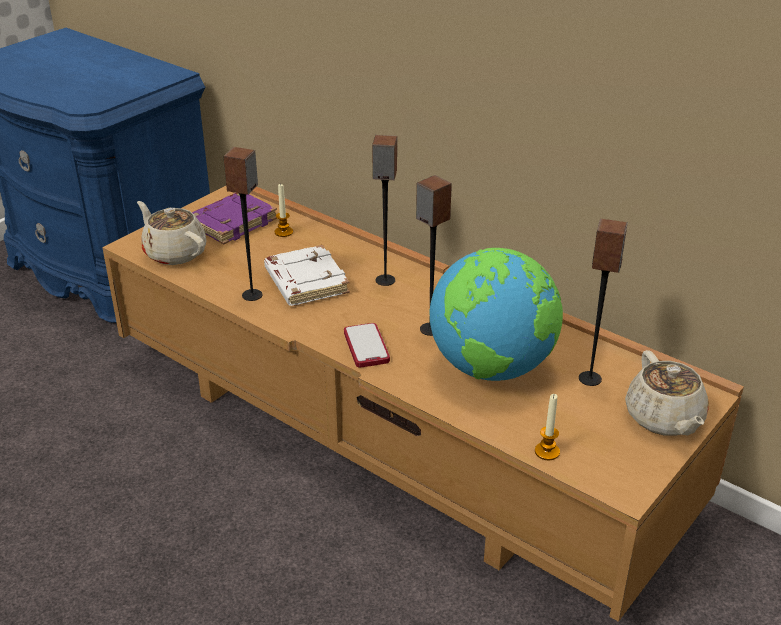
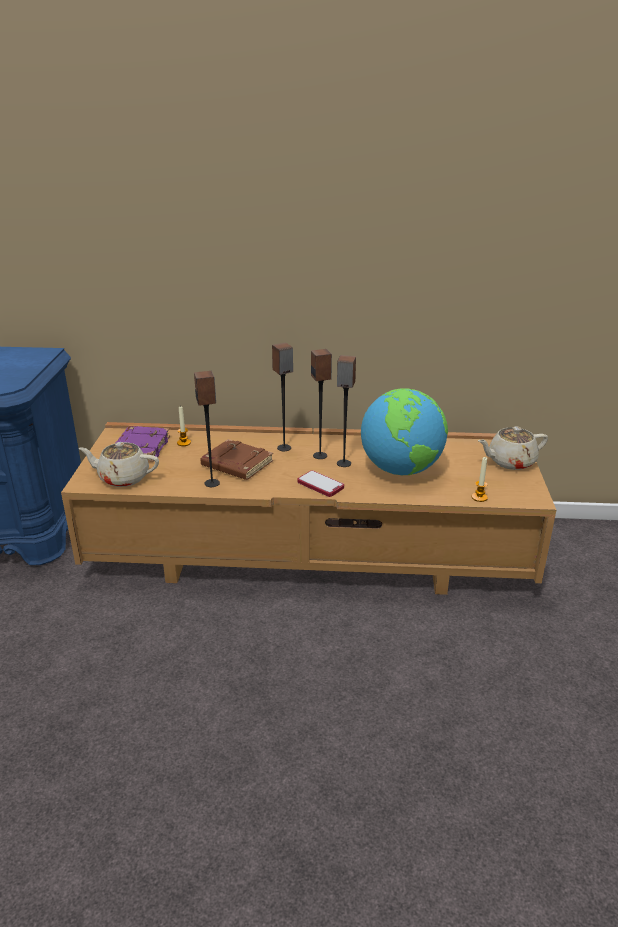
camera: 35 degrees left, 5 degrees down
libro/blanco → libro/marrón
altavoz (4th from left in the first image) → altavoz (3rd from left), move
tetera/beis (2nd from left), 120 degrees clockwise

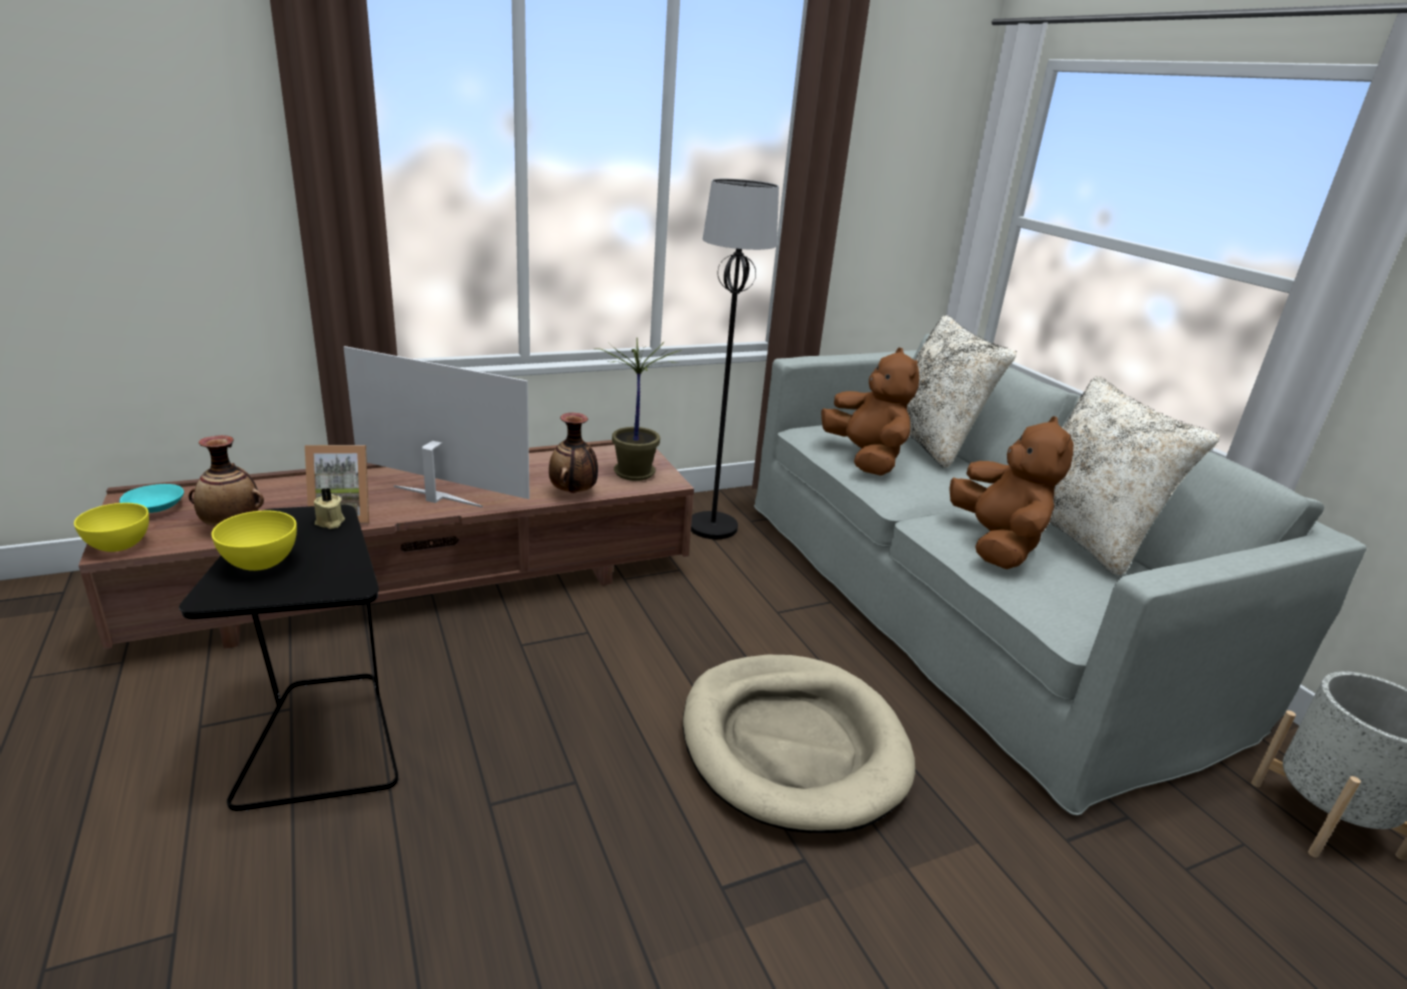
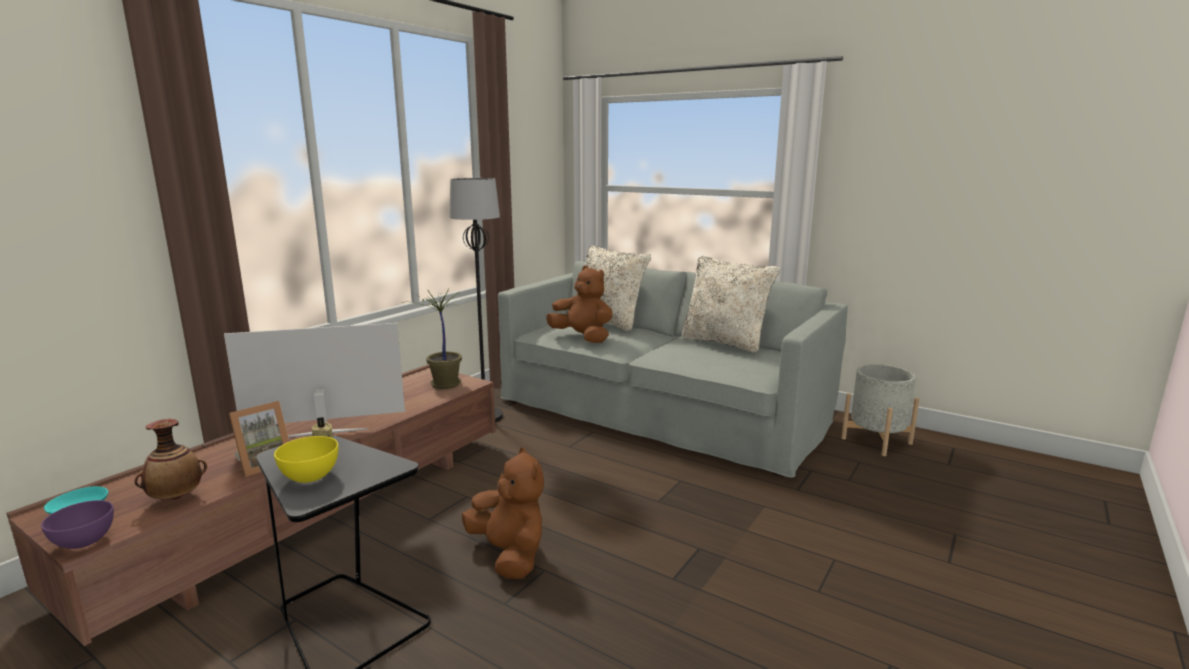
camera: 30 degrees left, 10 degrees down
cuenco/amarillo (1st from left) → cuenco/morado
peluche/marrón (2nd from left in the first image) → peluche/marrón (1st from left), move
florero (2nd from left) → -
cama para perro/beis → -

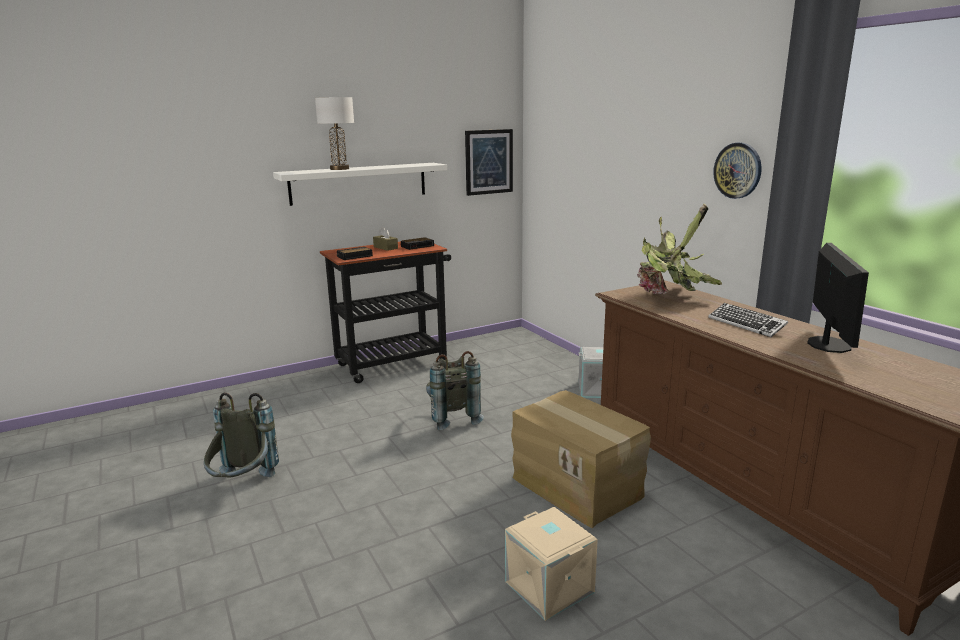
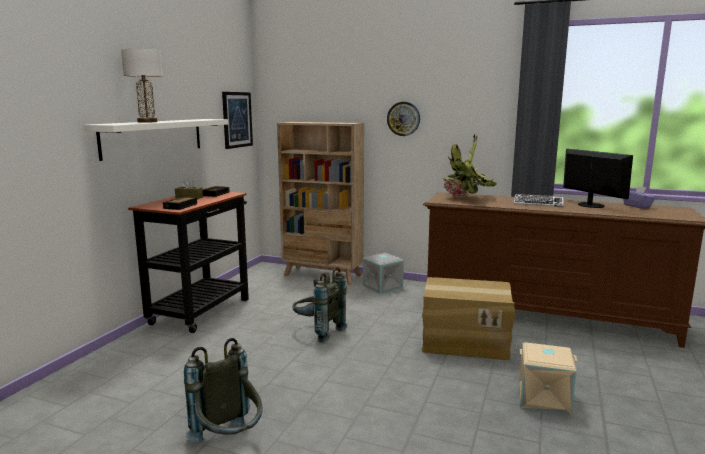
camera: 40 degrees left, 5 degrees down
- → estantería/beis
reloj de pared, move
- → caja de pañuelos/morado

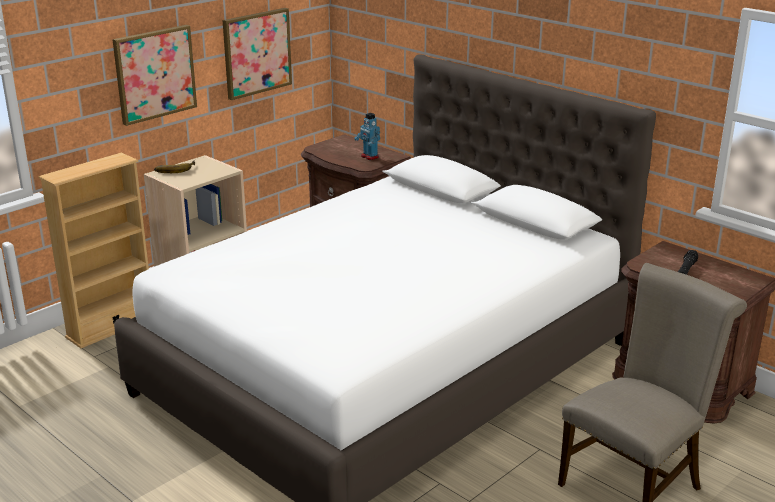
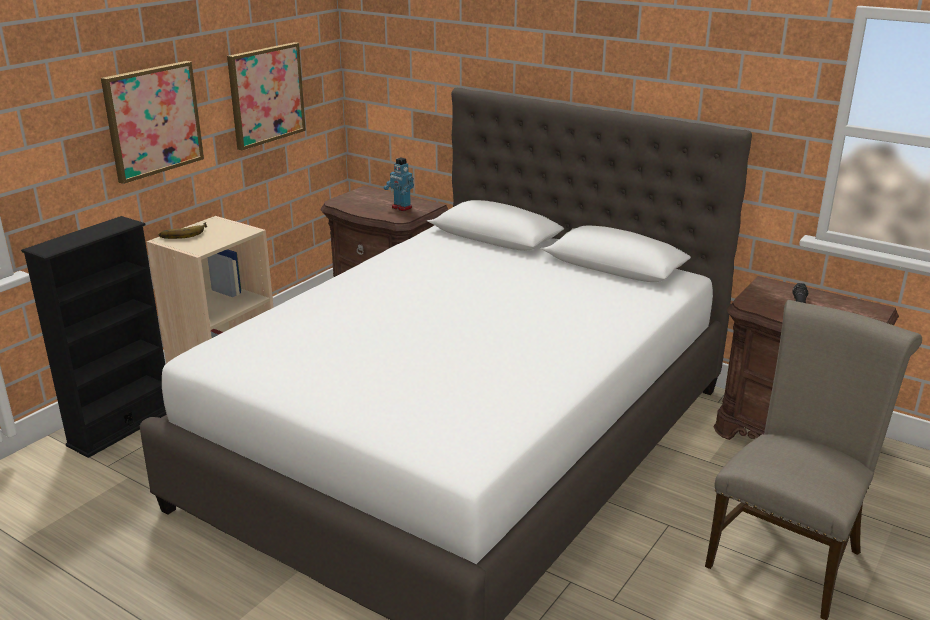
camera: 10 degrees left, 0 degrees up
estantería/beis (1st from left) → estantería/negro

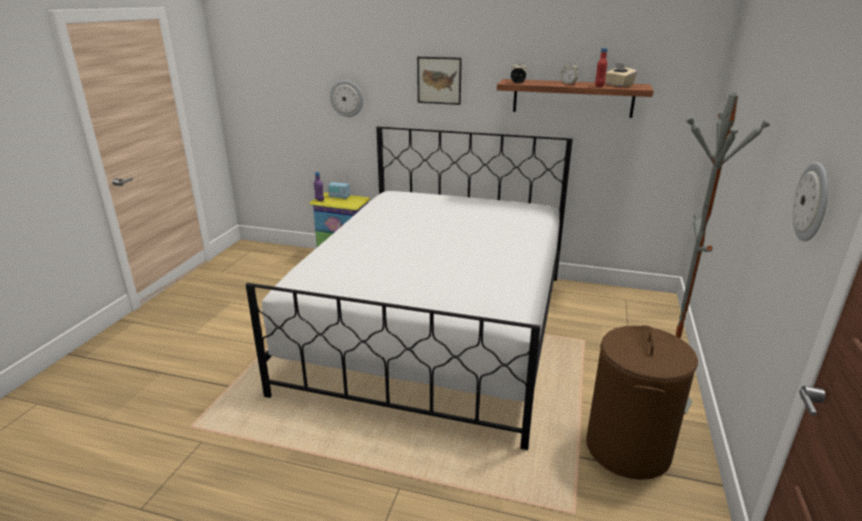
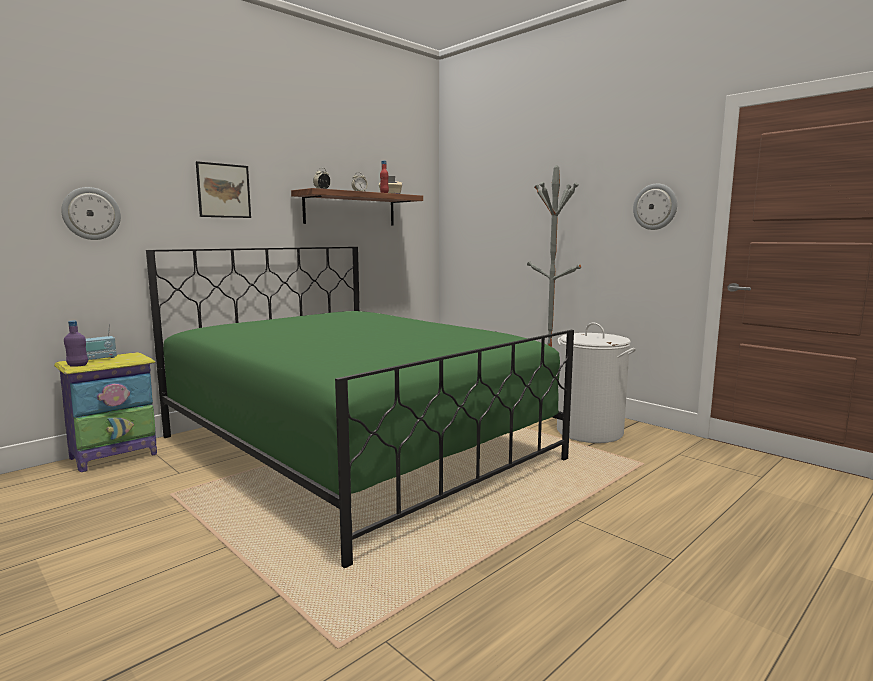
camera: 60 degrees left, 15 degrees down
cama/blanco → cama/verde
cesto de la ropa/marrón → cesto de la ropa/blanco

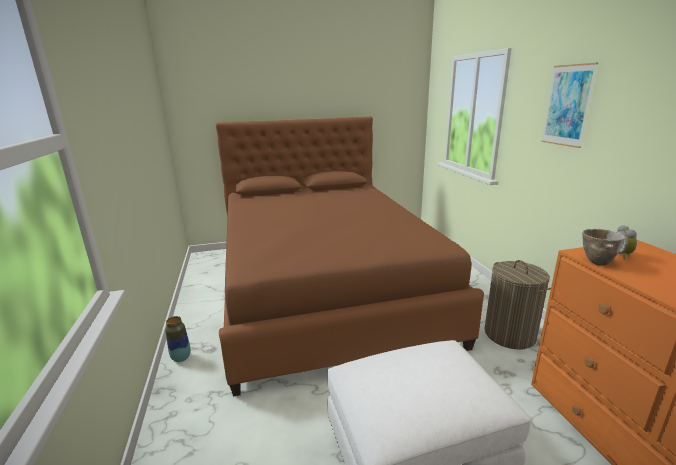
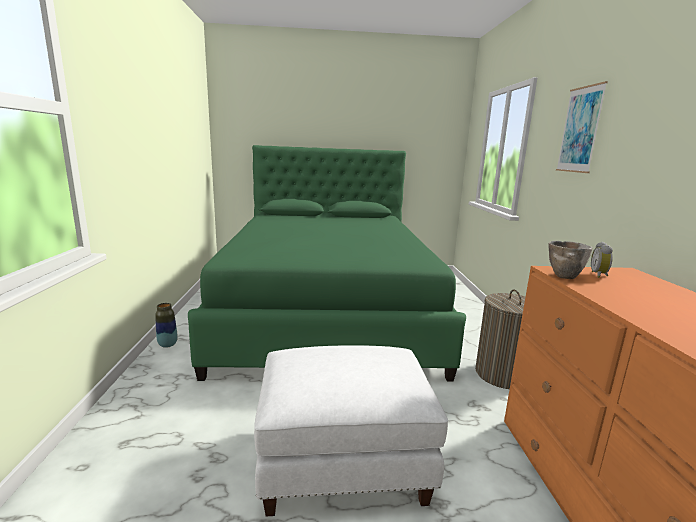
camera: 10 degrees right, 5 degrees down
cama/marrón → cama/verde

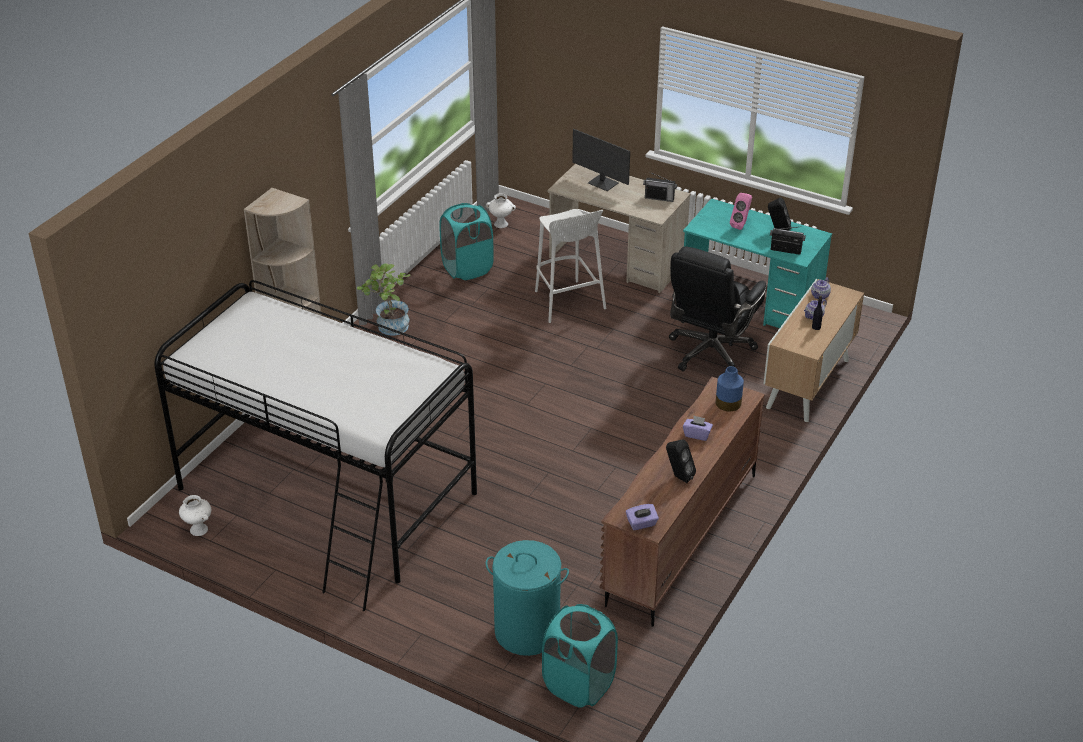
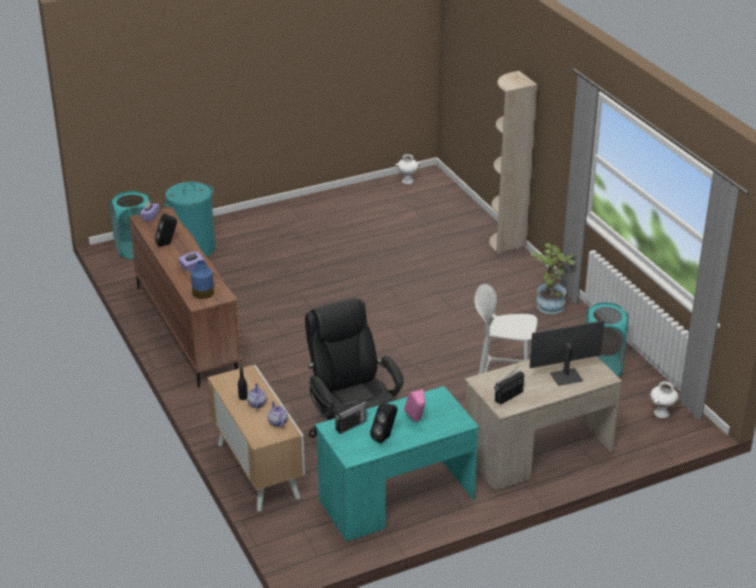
camera: 125 degrees right, 5 degrees down
cama/negro → -

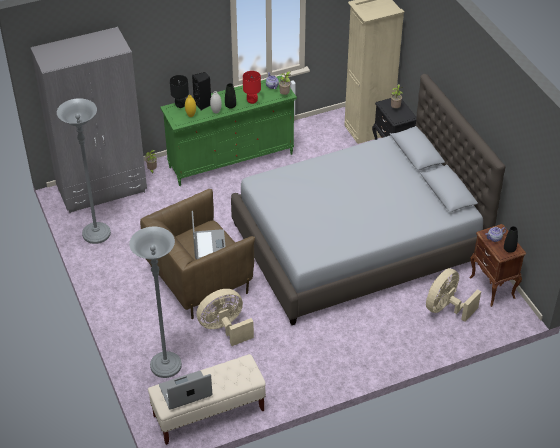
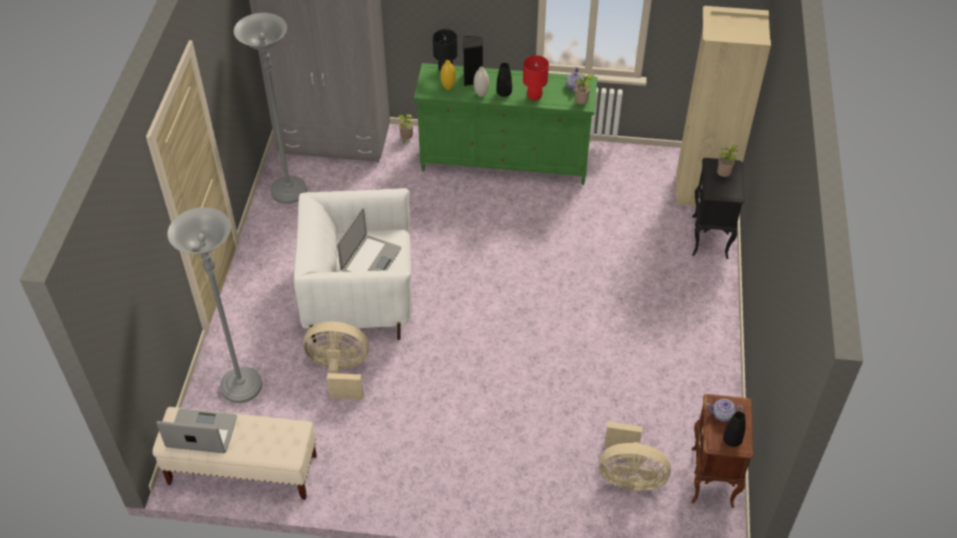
camera: 30 degrees right, 5 degrees up
sillón/marrón → sillón/blanco
ventilador/beis (2nd from left), 150 degrees counterclockwise
cama/gris → -

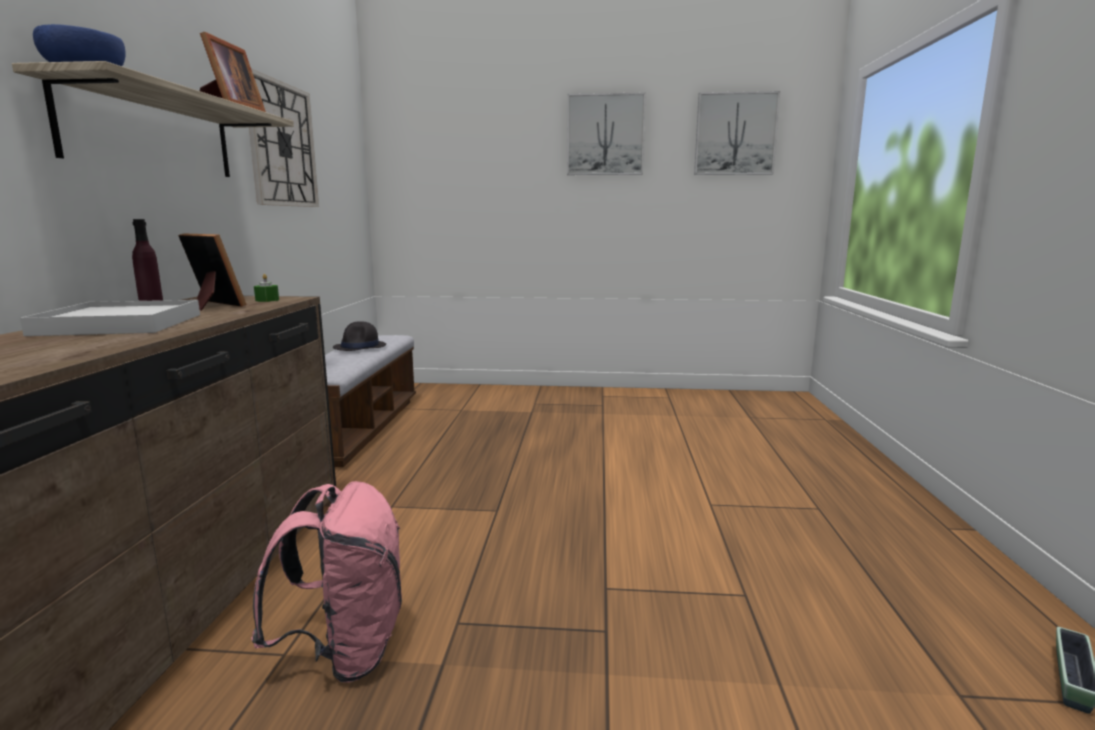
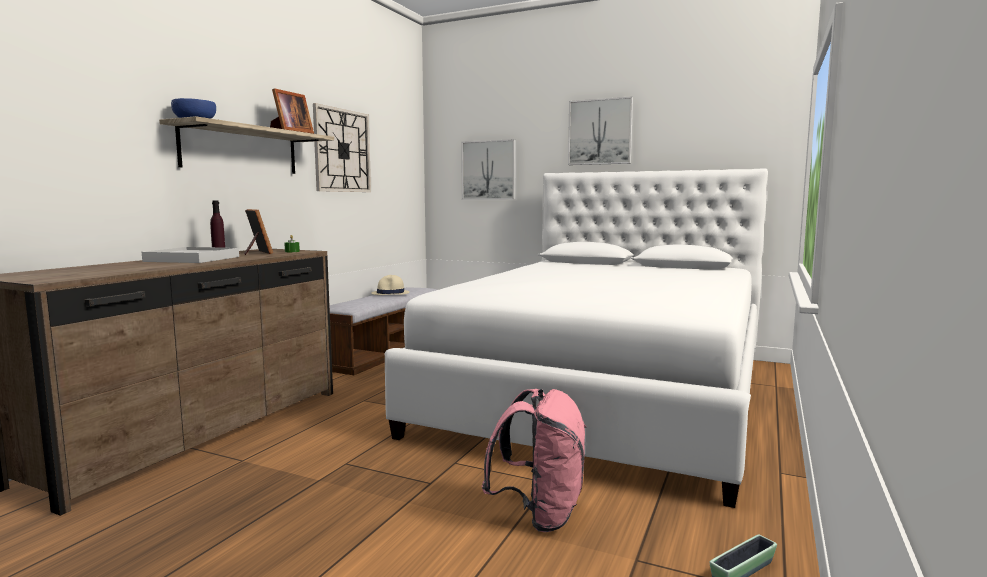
camera: 20 degrees right, 5 degrees down
sombrero/negro → sombrero/beis
- → cama/blanco
cuadro (2nd from left in the first image) → cuadro (1st from left), move
mochila/rosa, move

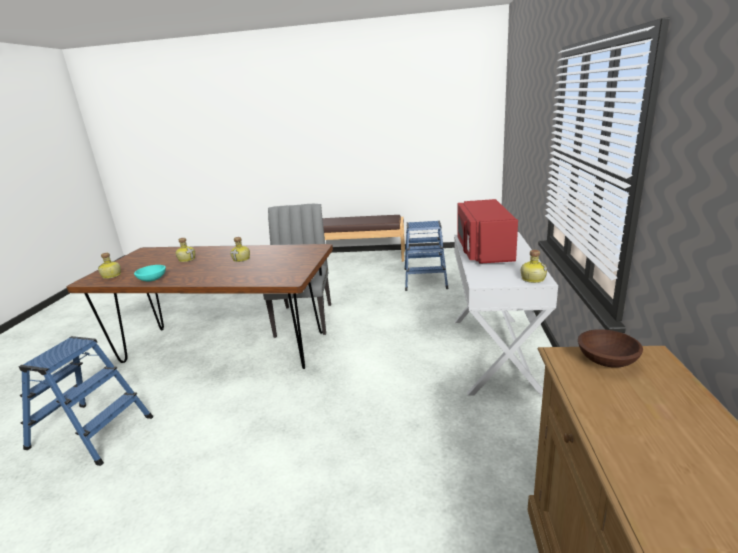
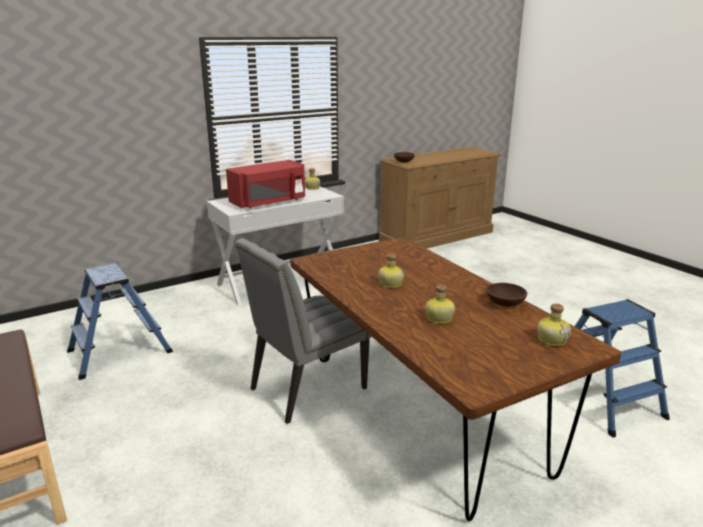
camera: 130 degrees left, 0 degrees up
cuenco/turquesa → cuenco/marrón (2nd from left)

